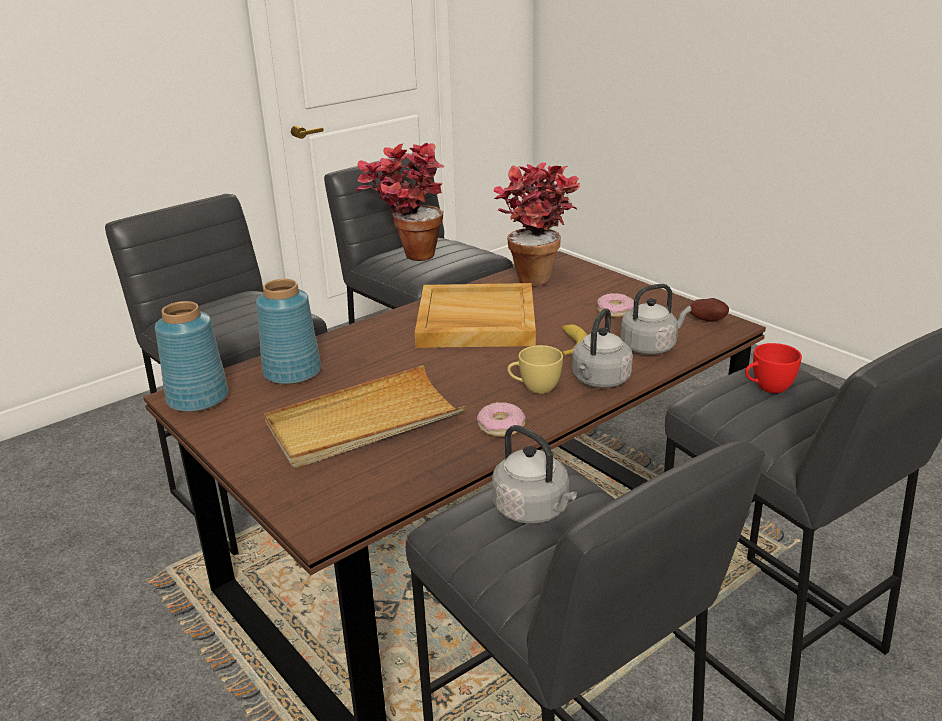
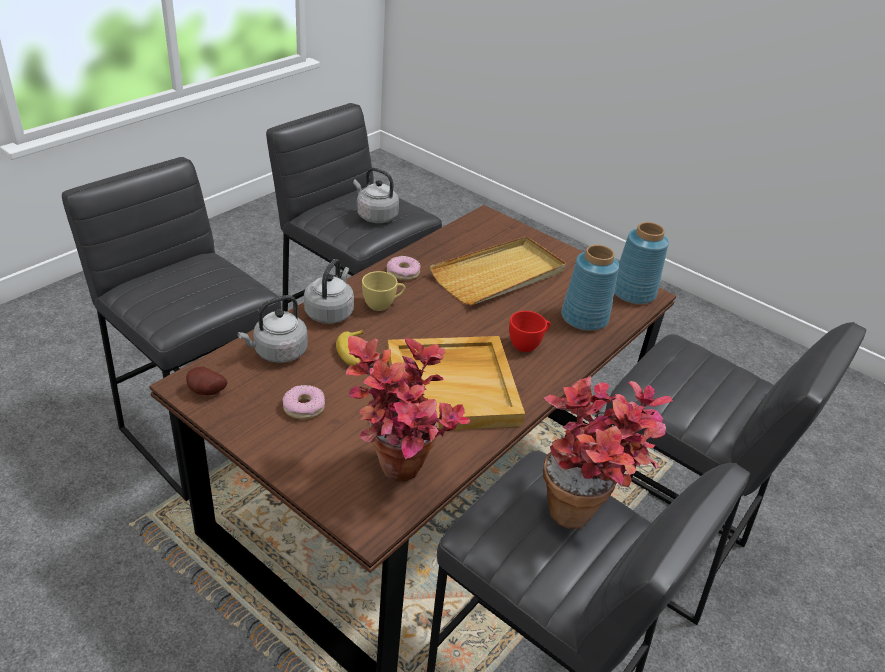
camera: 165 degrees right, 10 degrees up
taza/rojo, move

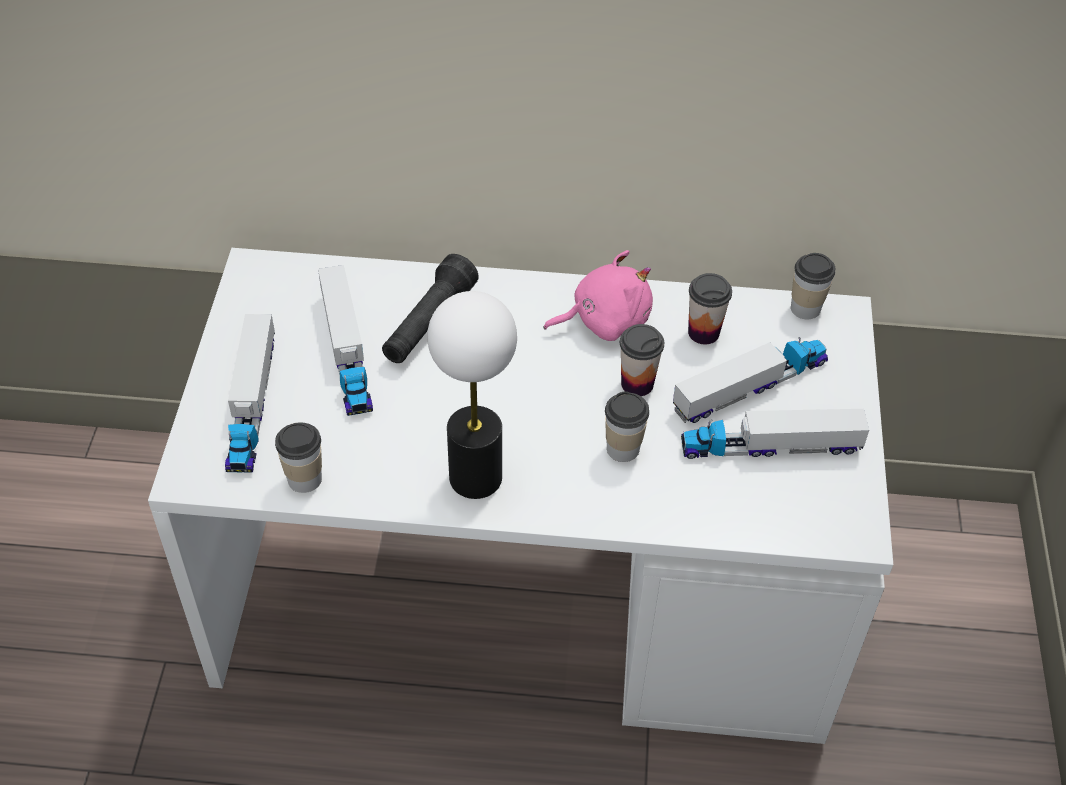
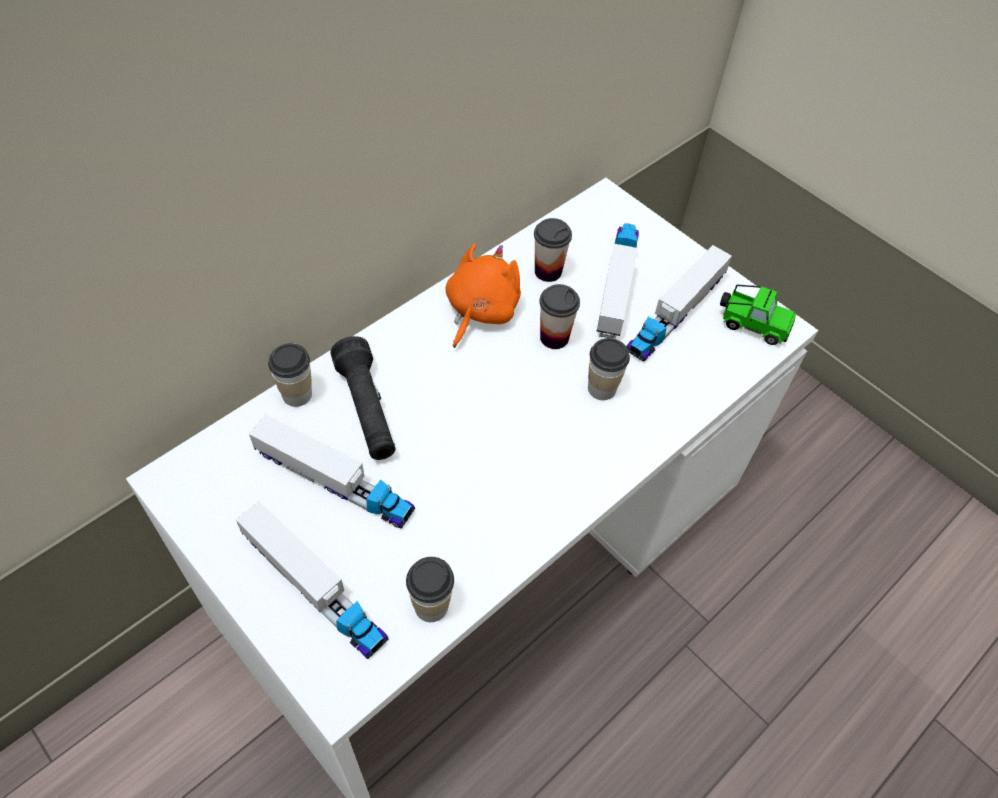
camera: 50 degrees left, 5 degrees up
taza (5th from left in the first image) → taza (1st from left), move
peluche/rosa → peluche/naranja
- → coche de juguete
lámpara de mesa → -

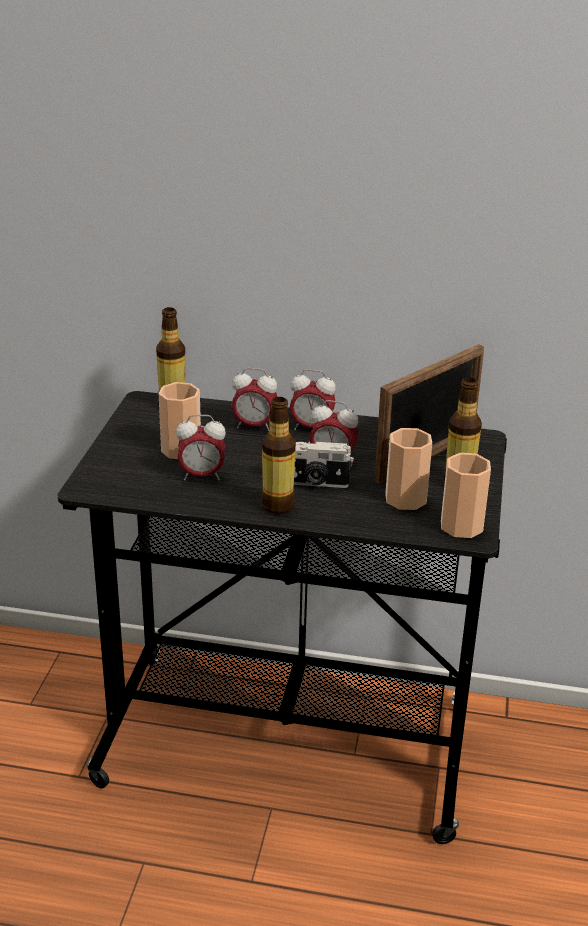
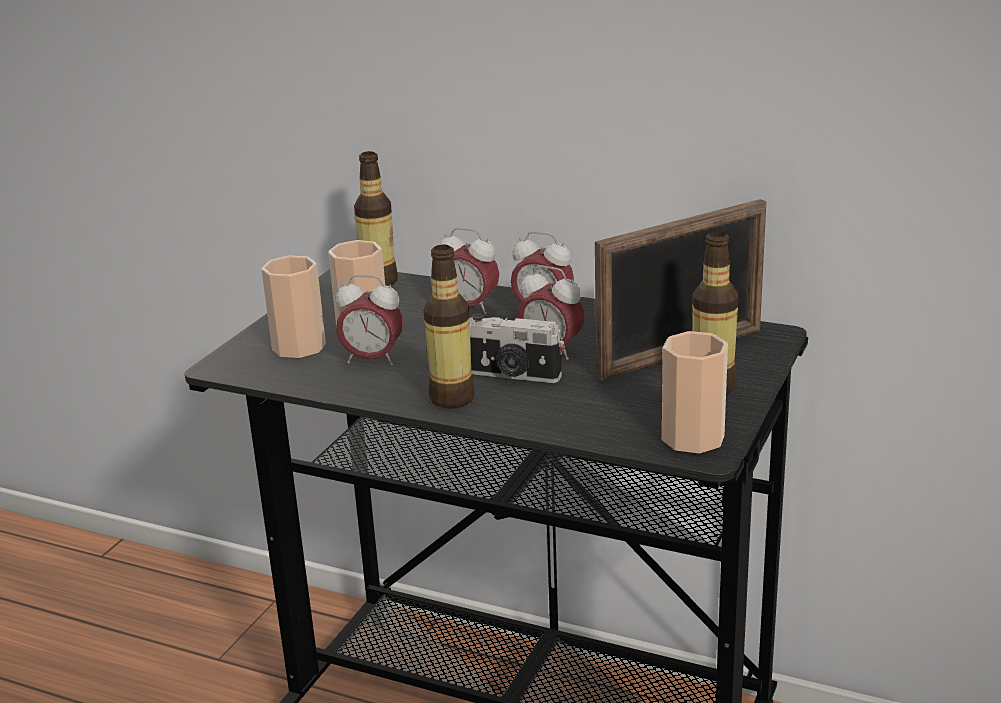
camera: 15 degrees right, 5 degrees down
taza (2nd from left in the first image) → taza (1st from left), move

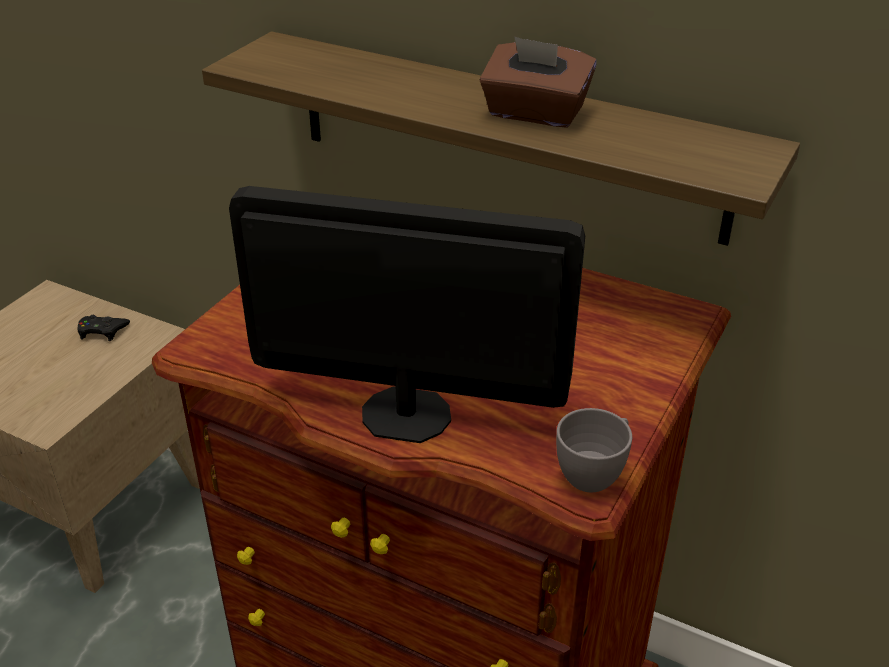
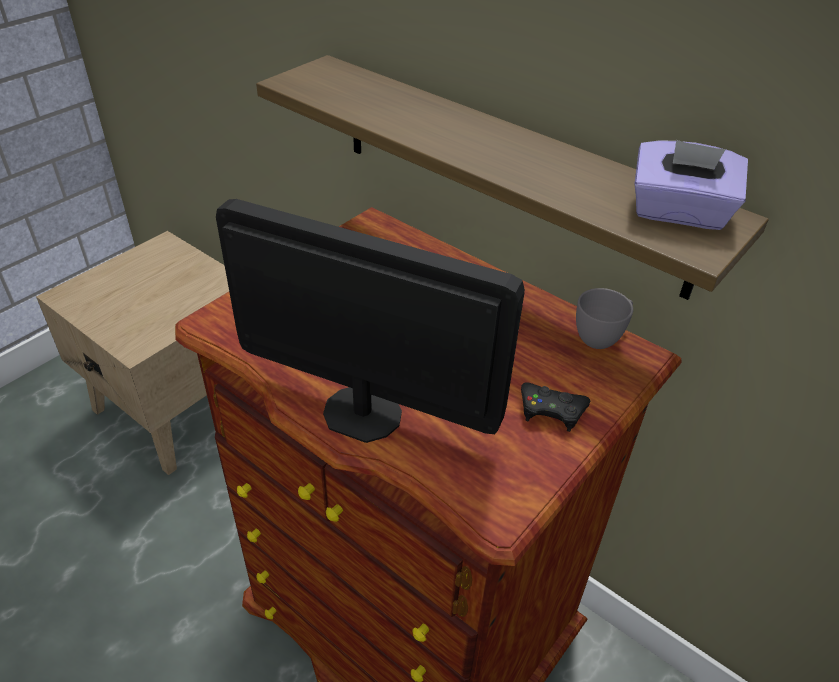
camera: 10 degrees right, 5 degrees up
mando de consola/negro, move
taza/gris, move
- → caja de pañuelos/morado
caja de pañuelos/marrón → -

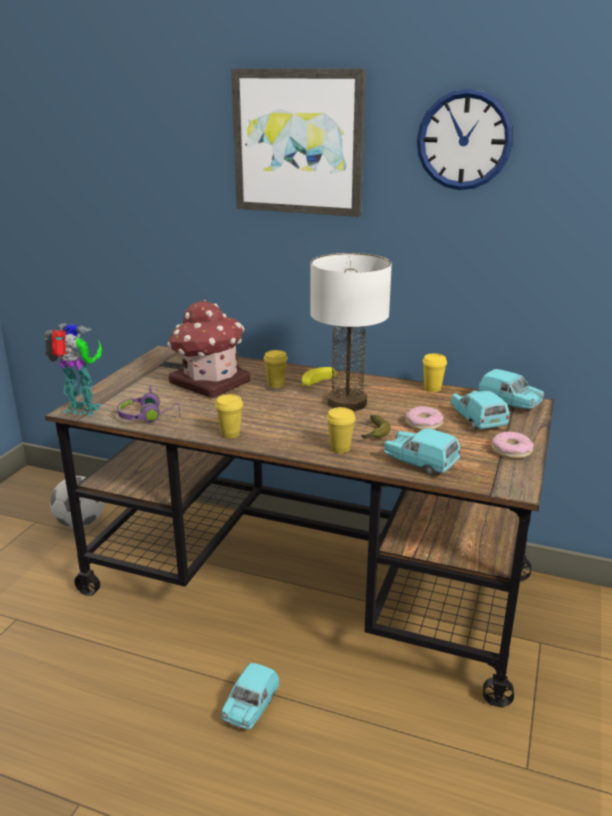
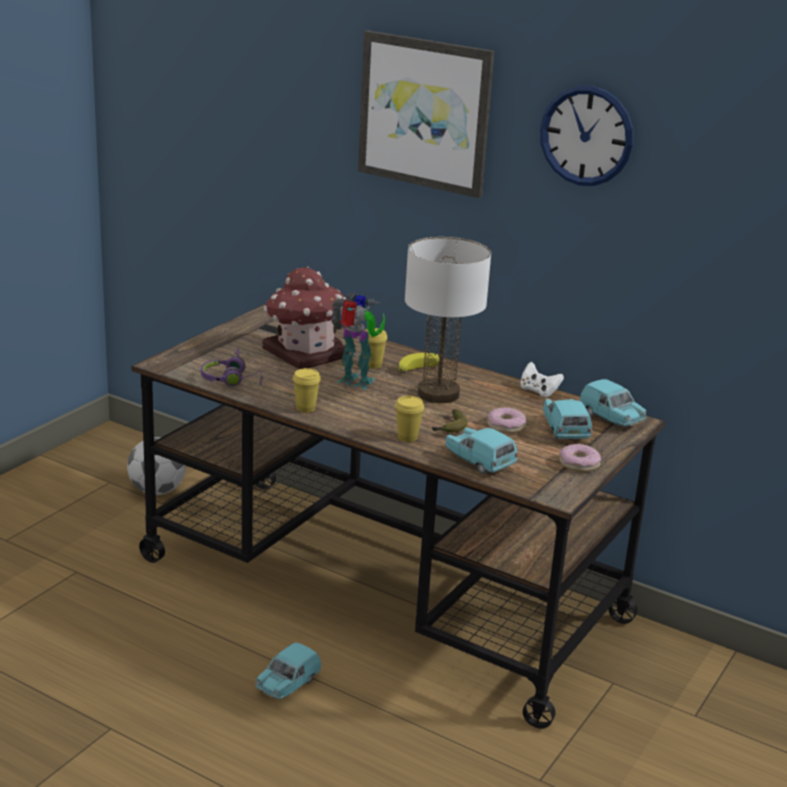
camera: 10 degrees right, 0 degrees up
robot de juguete, move
taza/amarillo (4th from left) → mando de consola/blanco

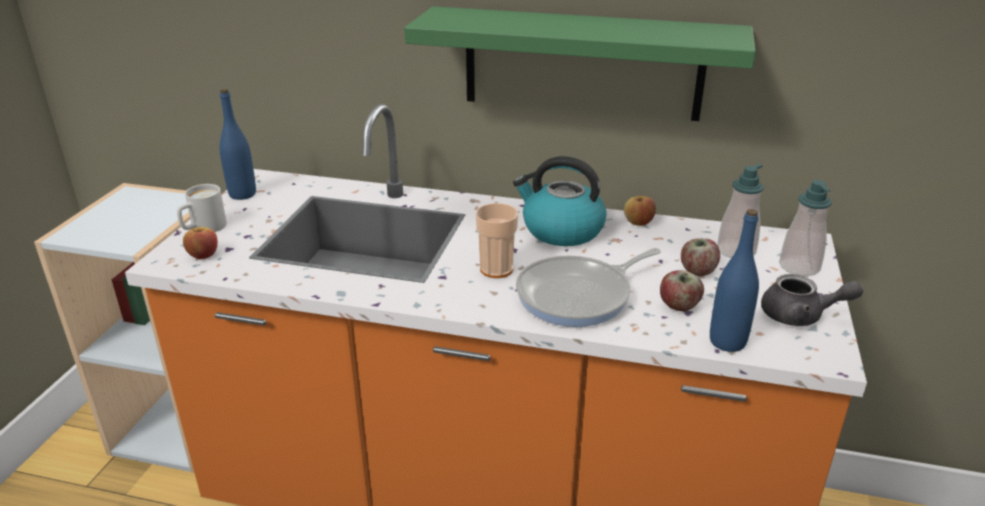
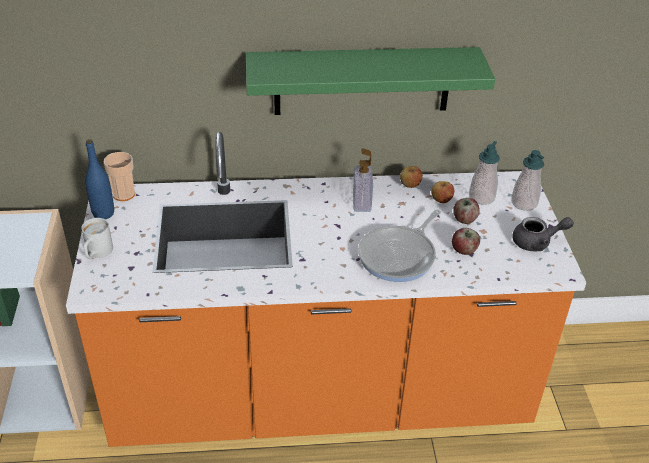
camera: 20 degrees left, 10 degrees up
taza, move
hervidor → dispensador de jabón (1st from left)
manzana (1st from left in the first image) → manzana (2nd from left), move
botella/azul (2nd from left) → -

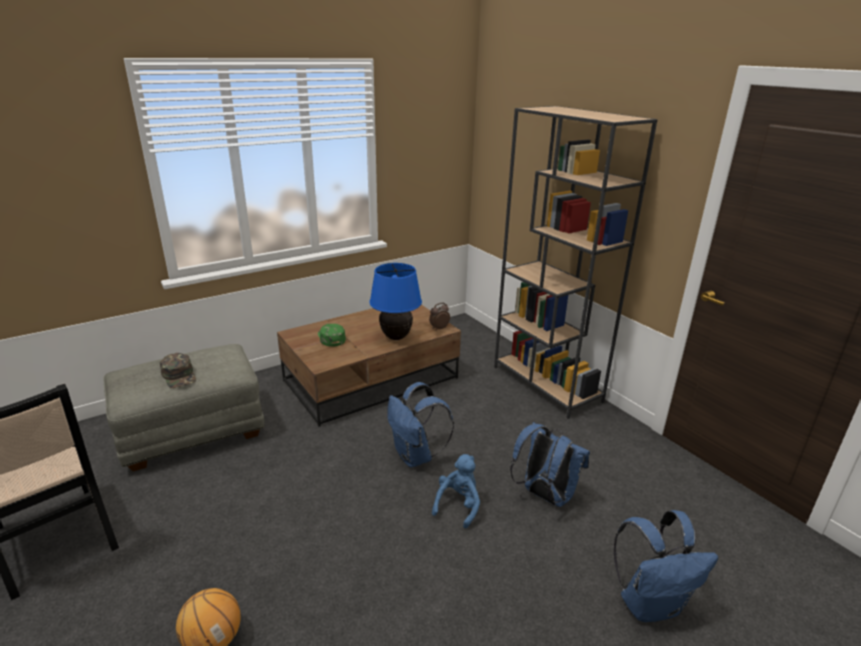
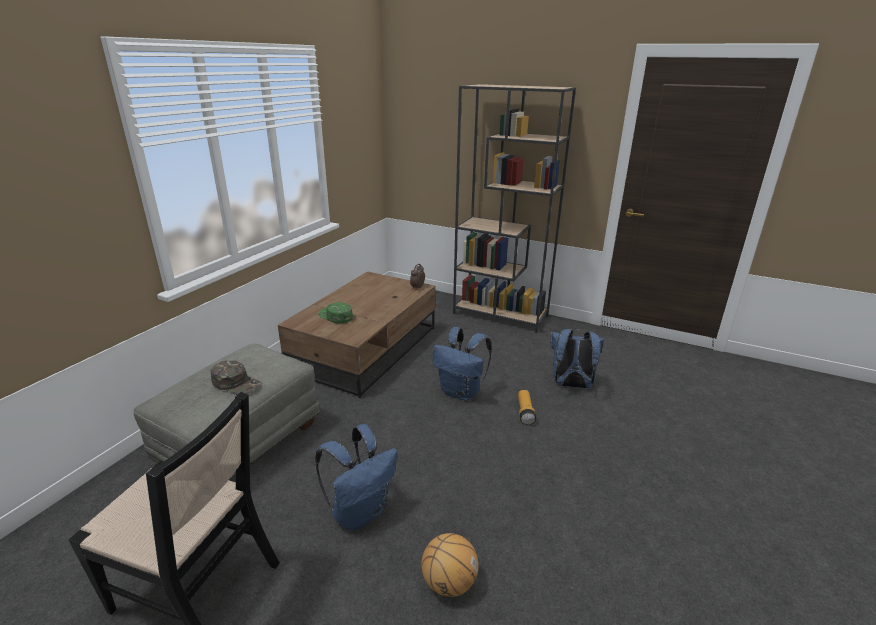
camera: 30 degrees left, 0 degrees up
mochila/azul (3rd from left in the first image) → mochila/azul (1st from left), move
peluche/azul → linterna
lámpara de mesa/azul → -

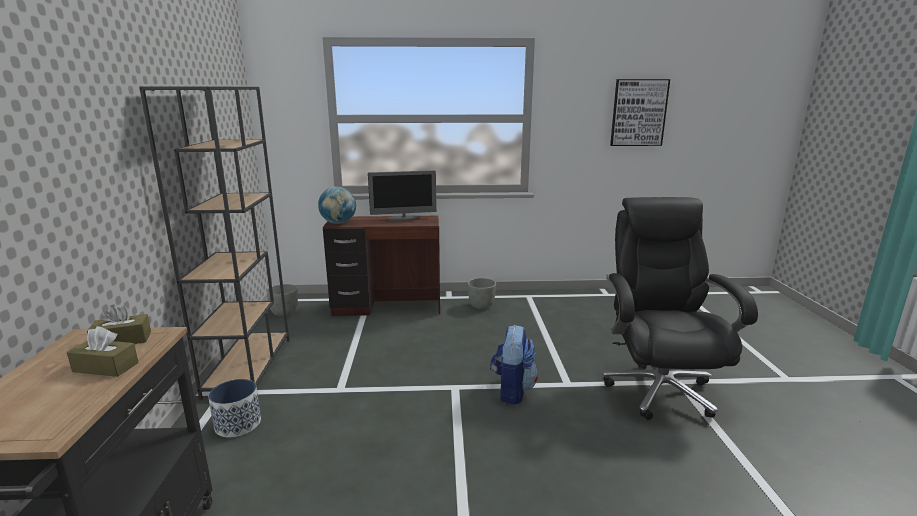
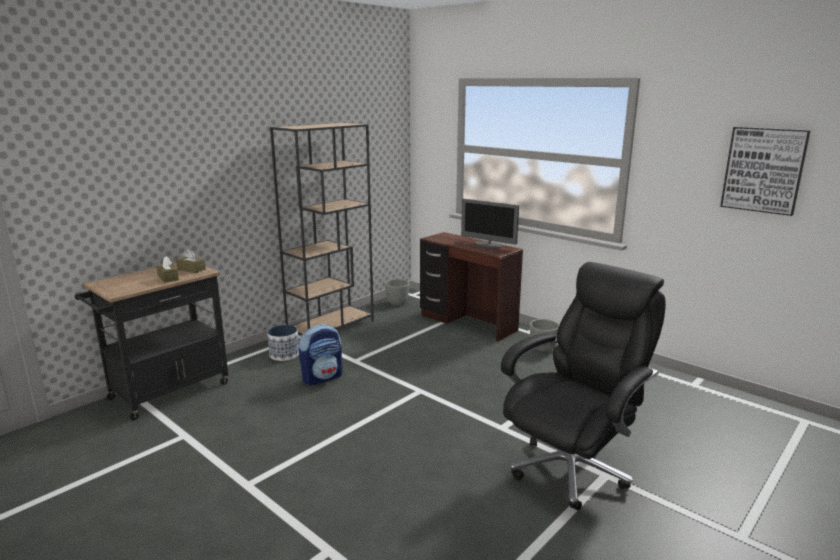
camera: 45 degrees right, 0 degrees up
mochila, move
globo terráqueo → -

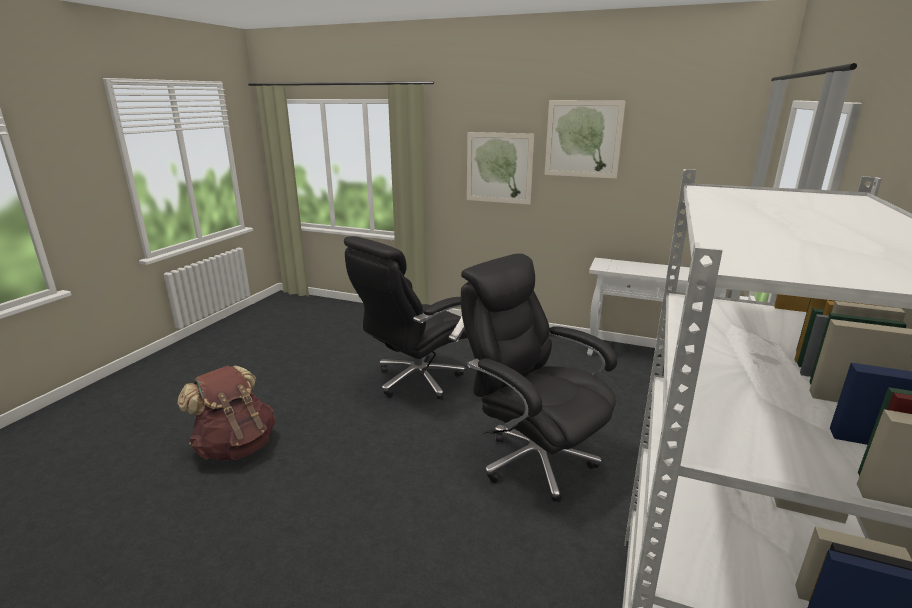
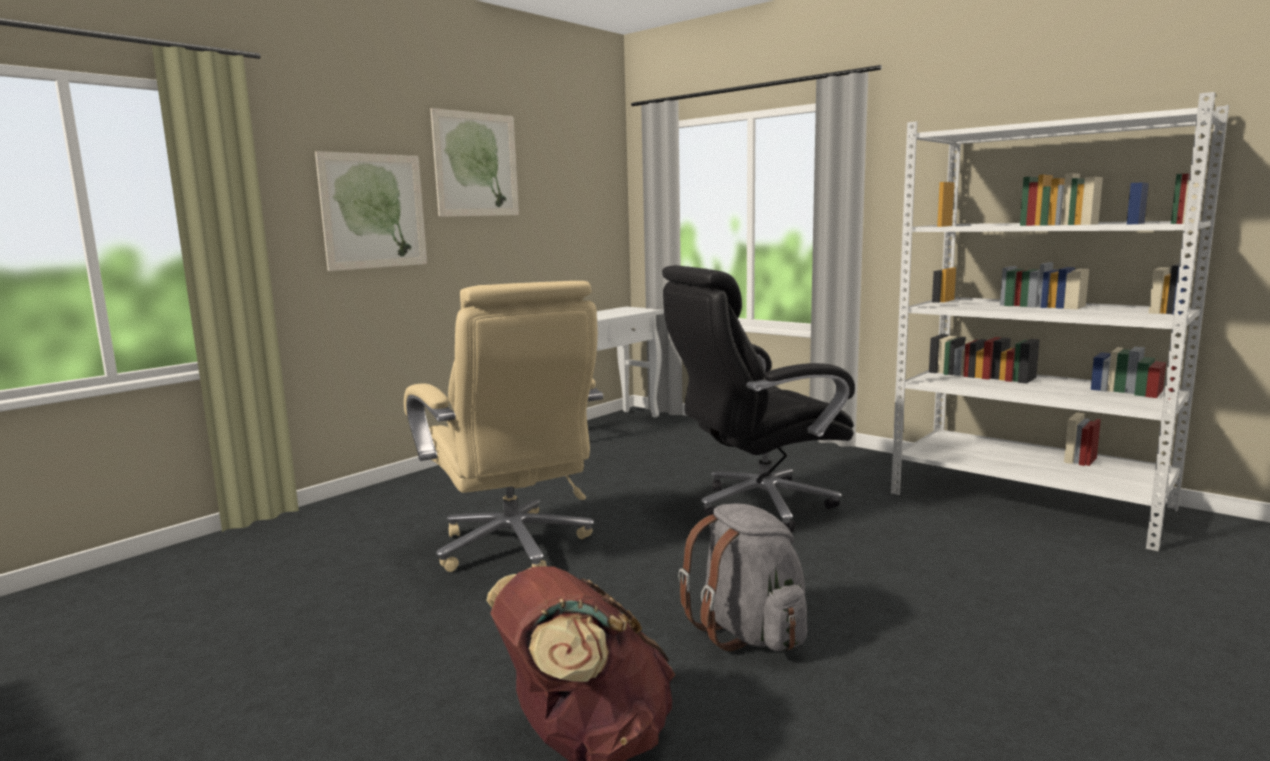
camera: 70 degrees left, 10 degrees down
silla de oficina/negro (1st from left) → silla de oficina/beis
- → mochila/gris

